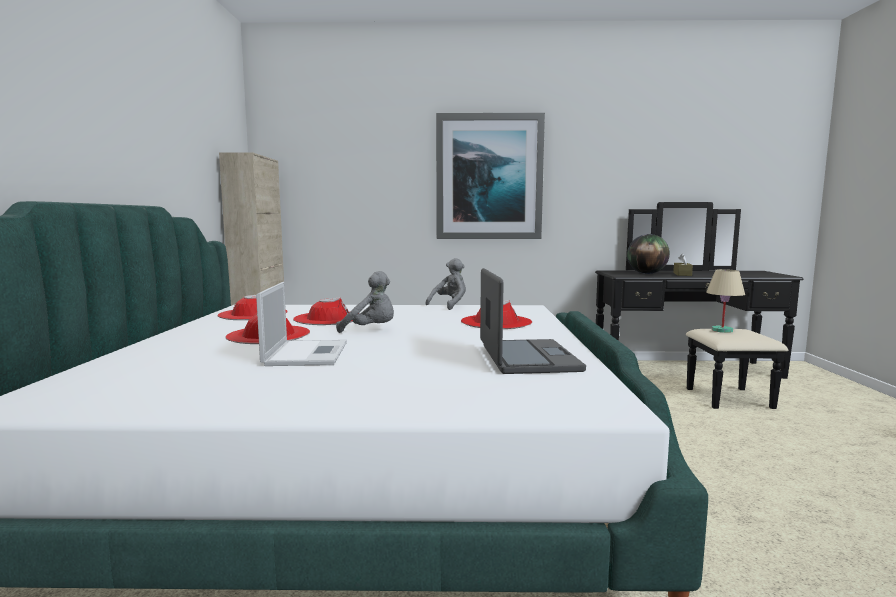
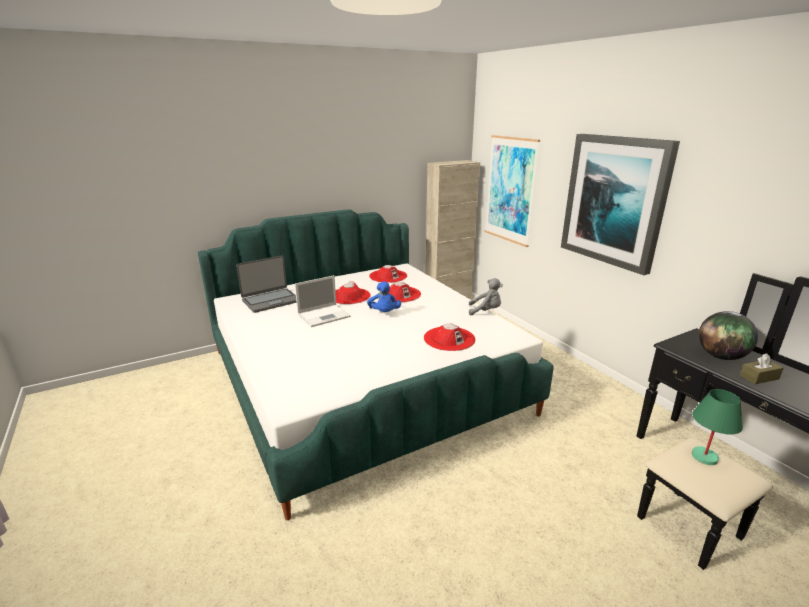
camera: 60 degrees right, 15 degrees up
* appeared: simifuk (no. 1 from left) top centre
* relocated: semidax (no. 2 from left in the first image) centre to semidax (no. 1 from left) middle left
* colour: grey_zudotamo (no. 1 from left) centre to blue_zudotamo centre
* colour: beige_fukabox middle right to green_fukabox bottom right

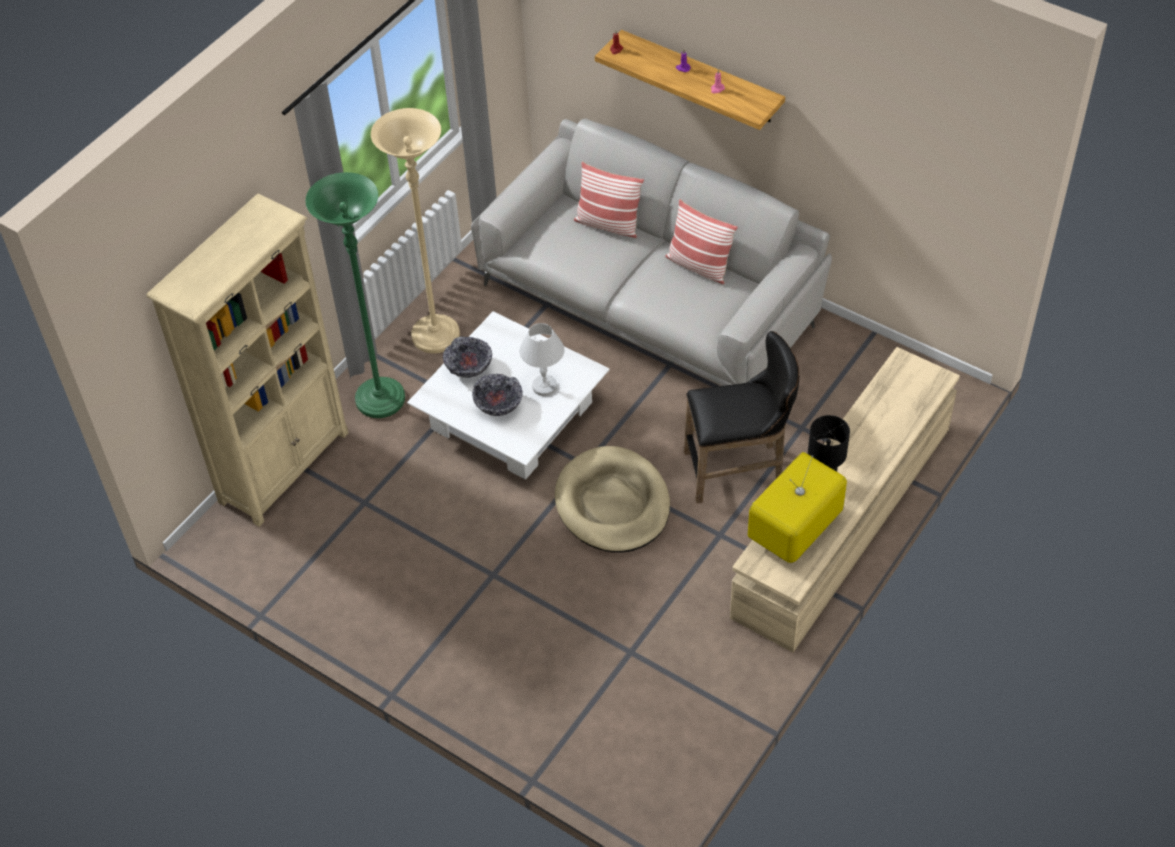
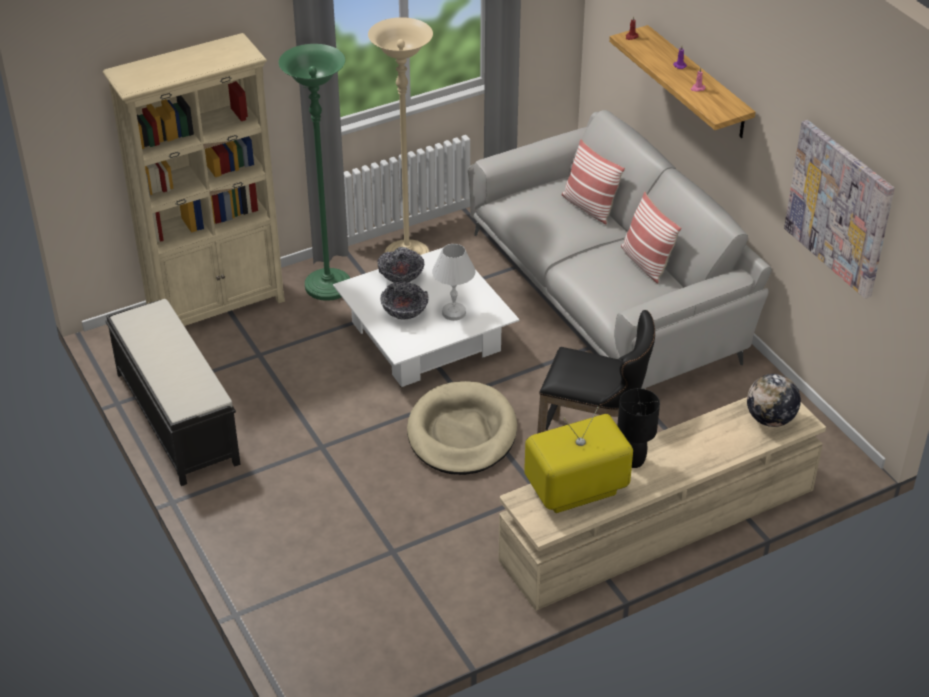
camera: 25 degrees right, 10 degrees down
* appeared: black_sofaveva middle left
* appeared: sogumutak middle right
* appeared: simifuk top right

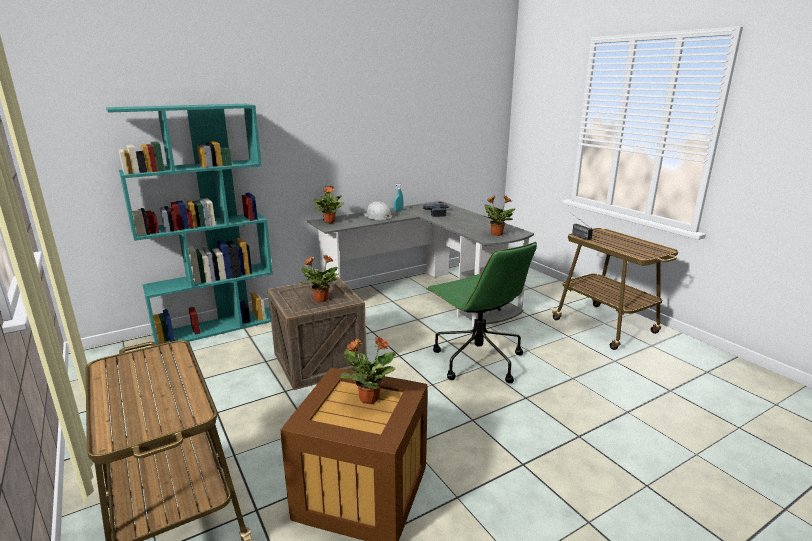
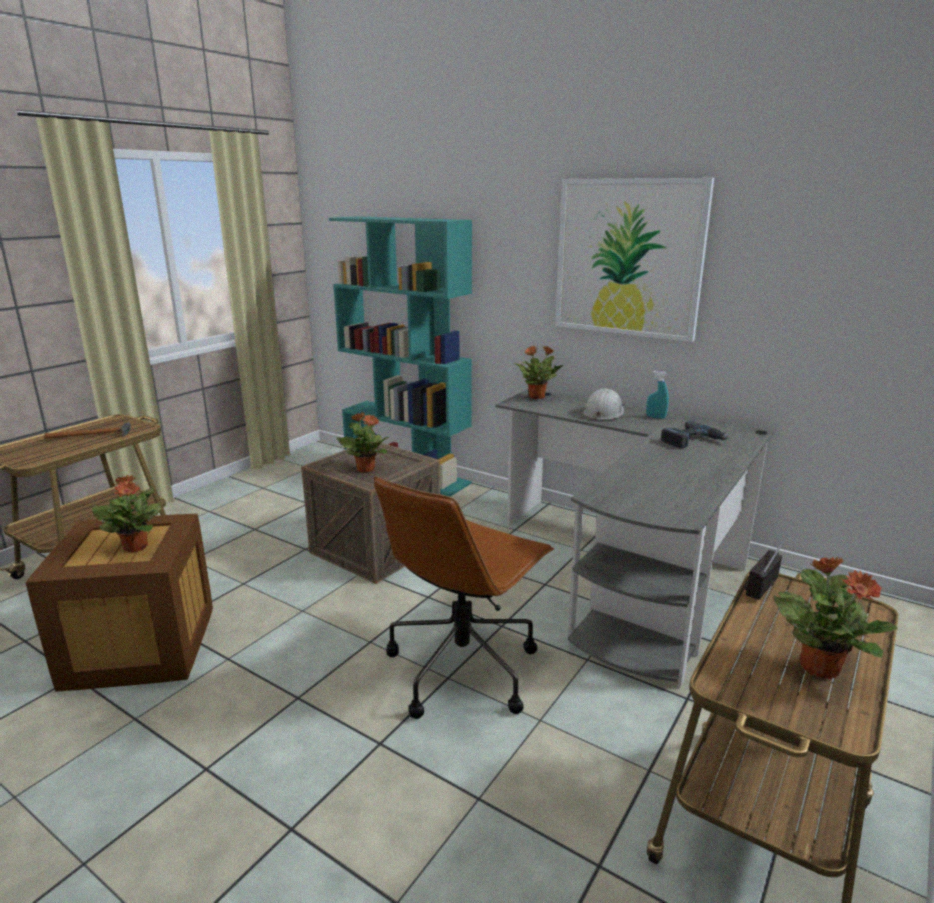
camera: 65 degrees right, 0 degrees up
* appeared: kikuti middle left
* appeared: simifuk top right
* relocated: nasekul (no. 4 from left) centre to bottom right
* colour: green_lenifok centre to brown_lenifok centre

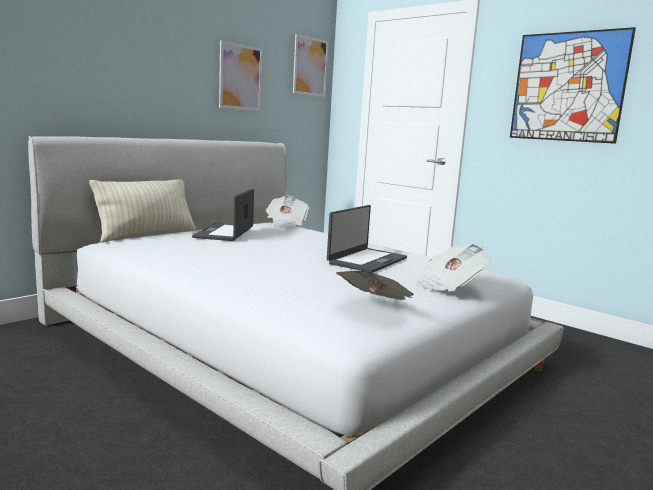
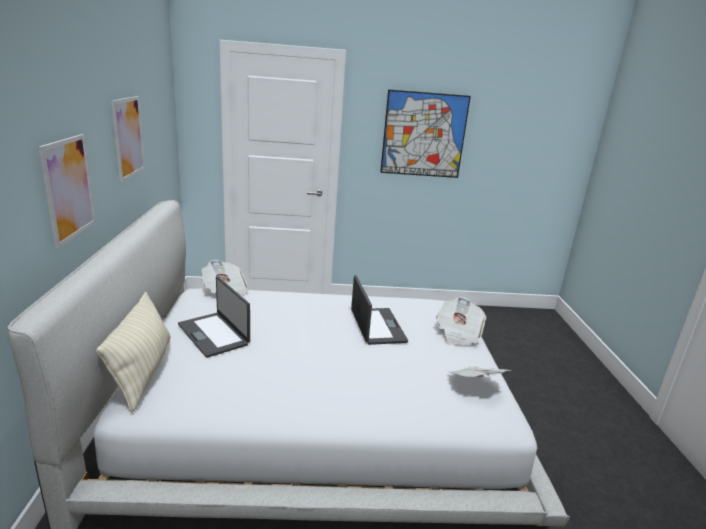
camera: 45 degrees left, 10 degrees up
* relocated: simifuk (no. 2 from left in the first image) top centre to simifuk (no. 1 from left) middle left

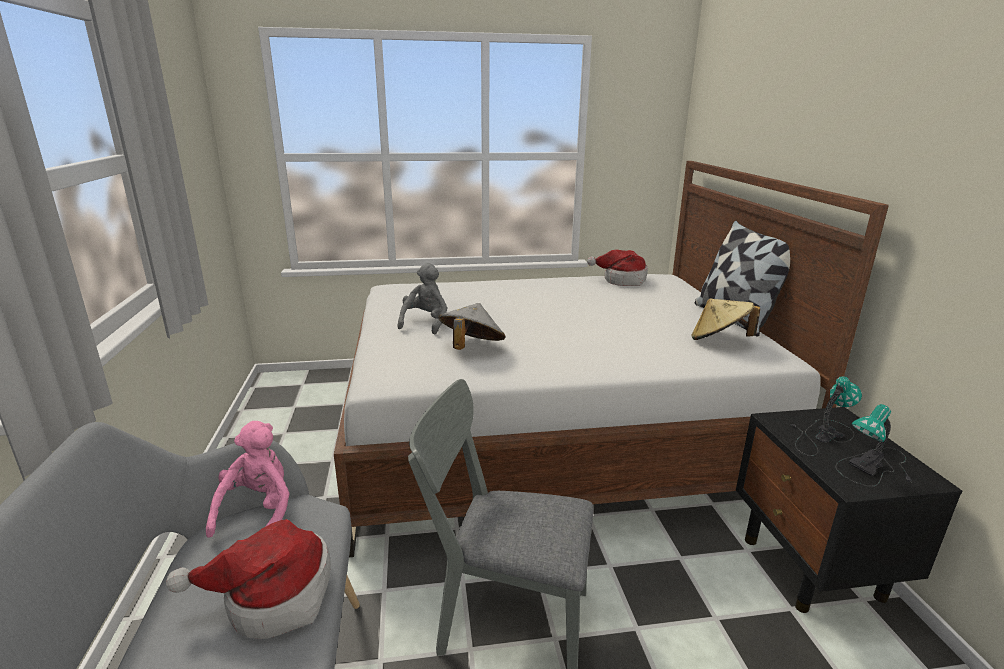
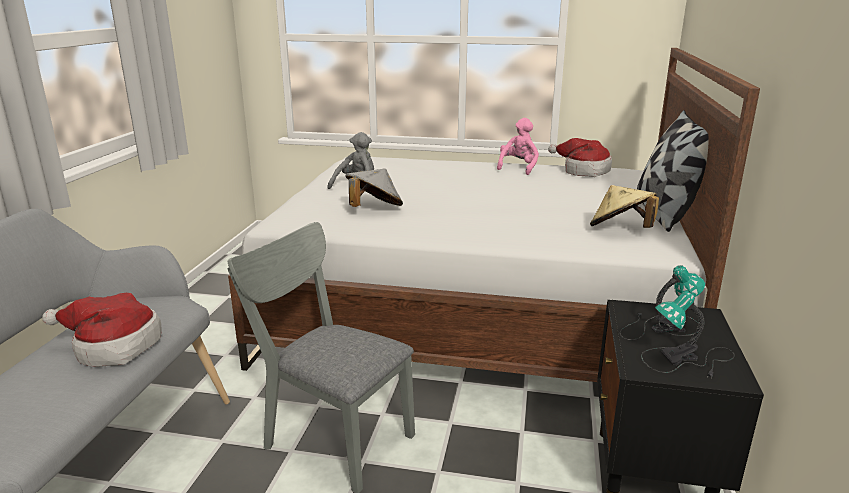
camera: 20 degrees right, 0 degrees up
* relocated: pink_zudotamo bottom left to top centre

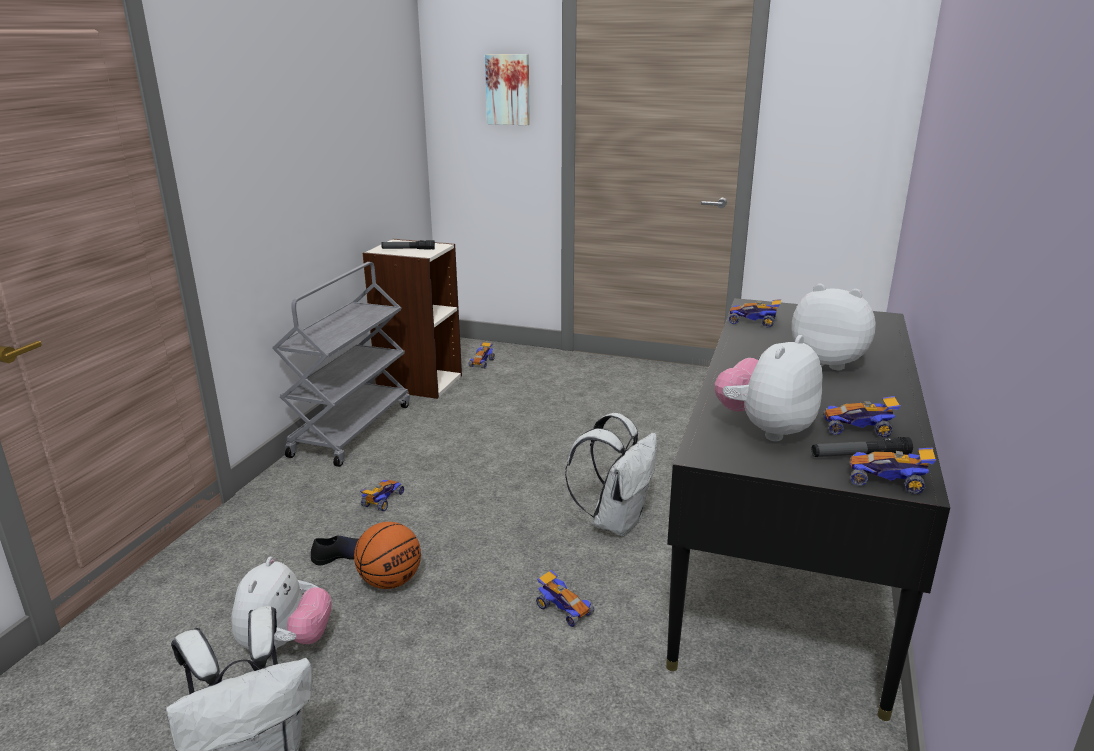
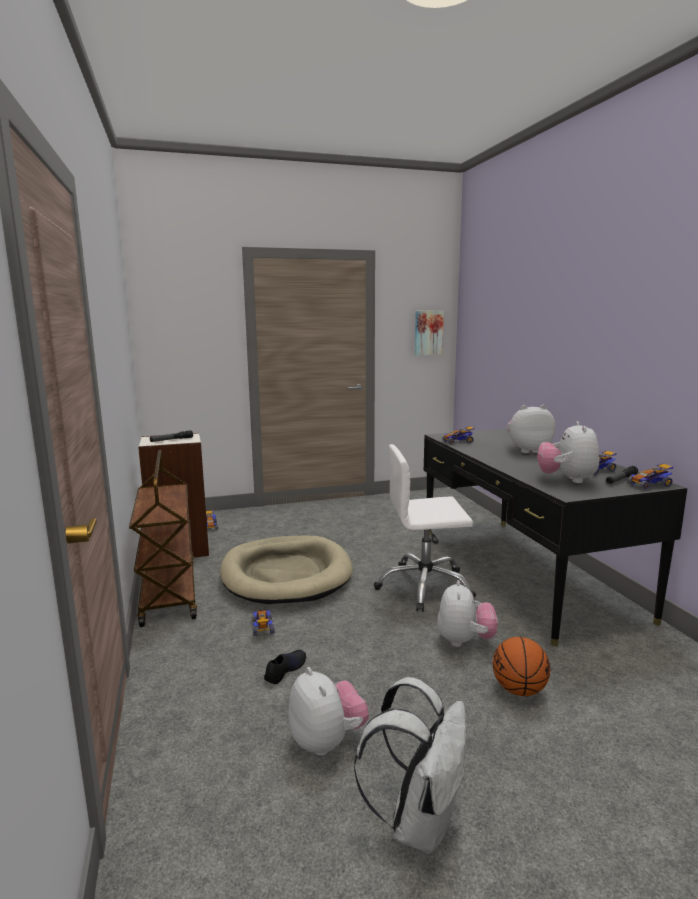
camera: 35 degrees left, 10 degrees down
* appeared: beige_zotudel centre
* relocated: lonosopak bottom centre to bottom right
* relocated: simifuk top centre to centre
* exchanged: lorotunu (no. 3 from left) bottom centre to zudotamo (no. 2 from left) bottom right
* exchanged: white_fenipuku (no. 2 from left) centre to white_lenifok centre
* colour: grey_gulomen middle left to brown_gulomen middle left

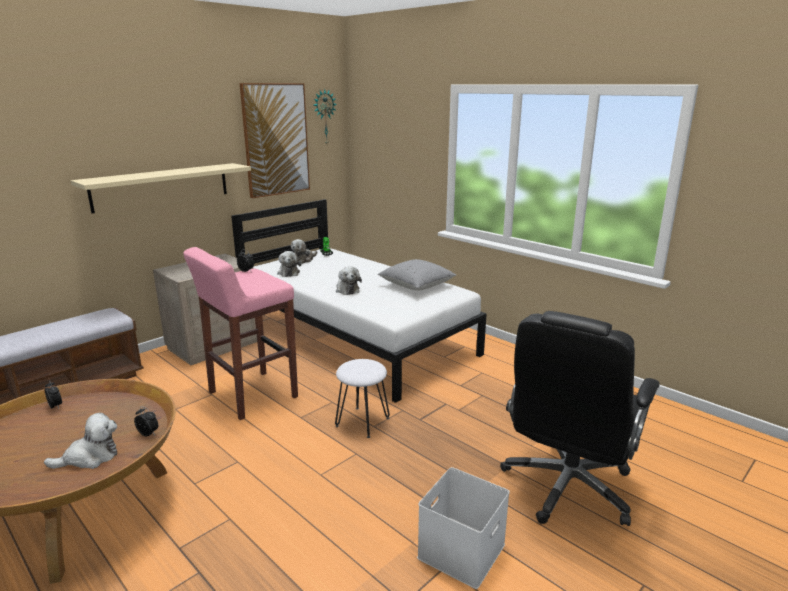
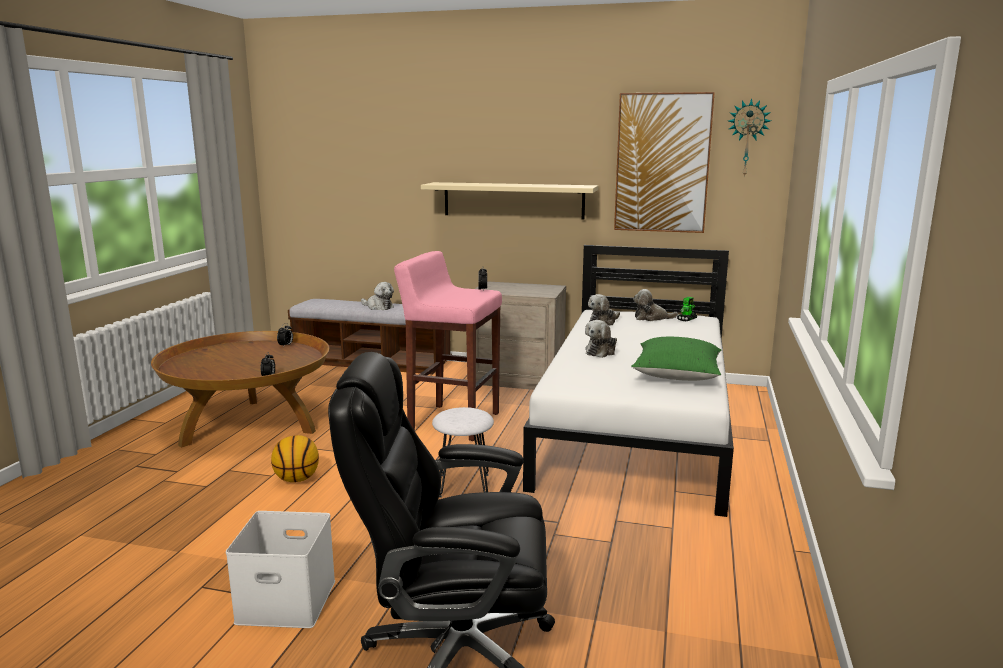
camera: 60 degrees right, 5 degrees down
* appeared: lonosopak bottom left
* relocated: zudotamo (no. 1 from left) bottom left to centre
* colour: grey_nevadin centre to green_nevadin middle right

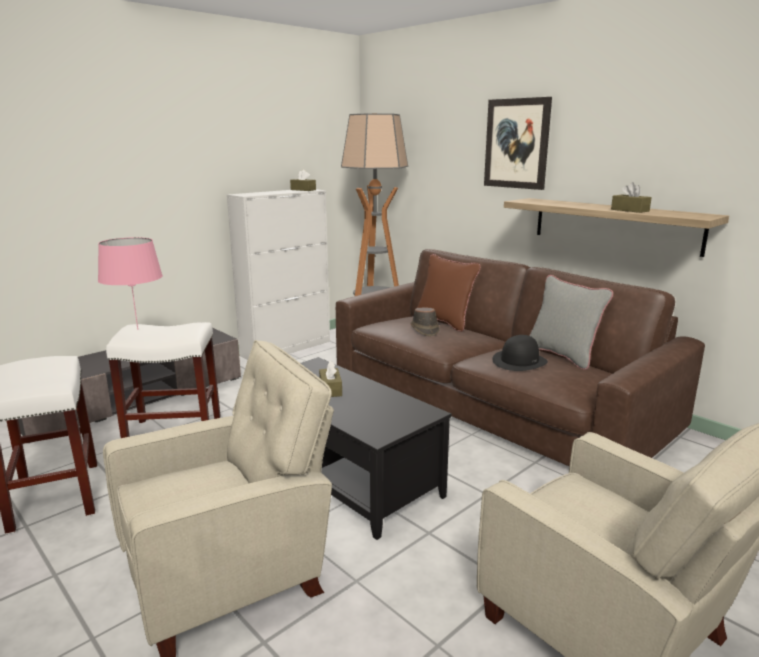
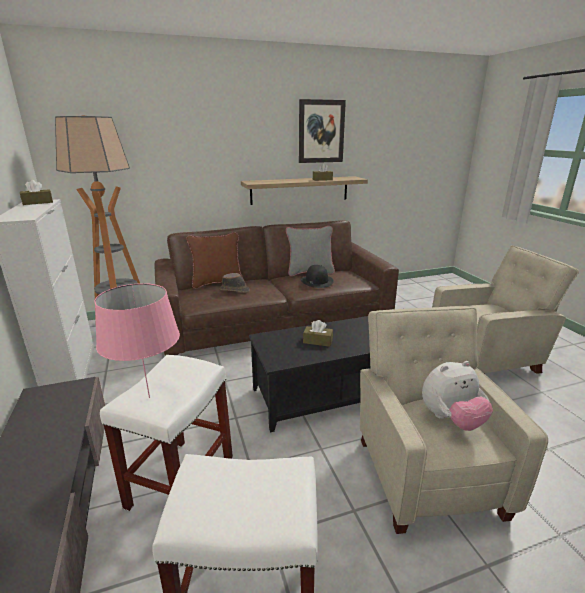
camera: 65 degrees left, 5 degrees up
* appeared: zudotamo bottom right
* relocated: simifuk top right to top centre

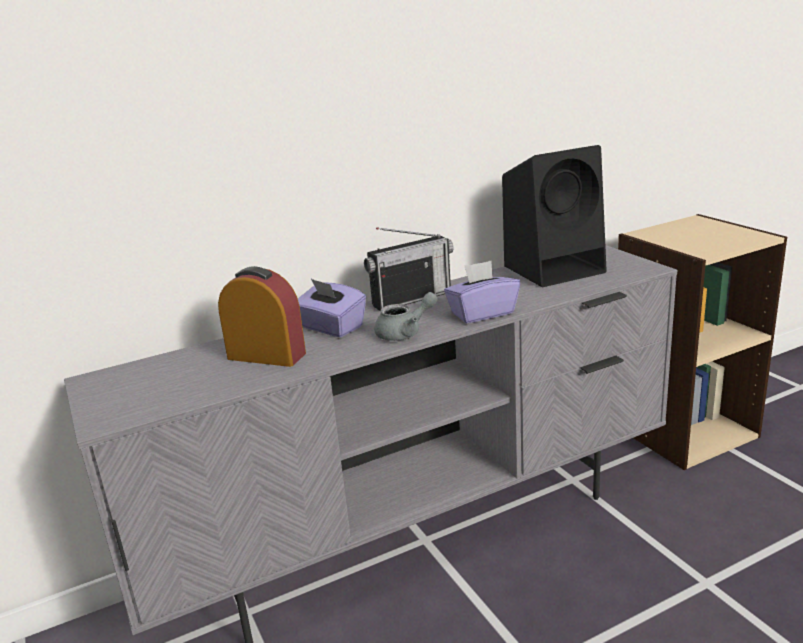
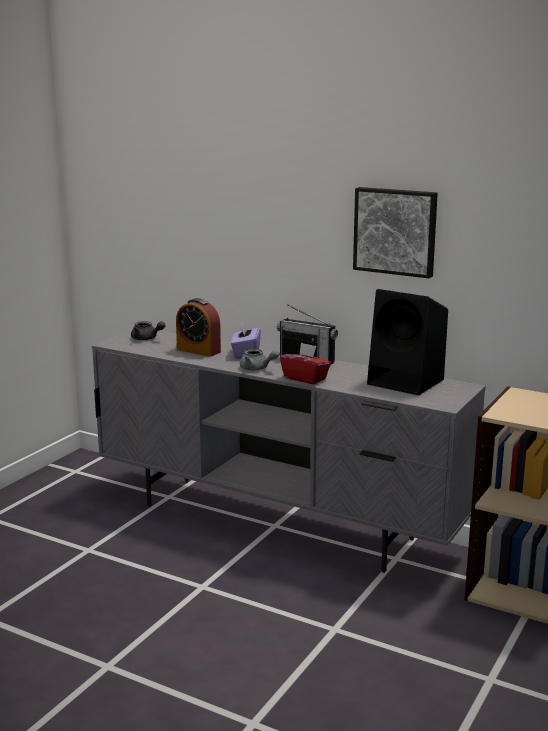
camera: 55 degrees right, 5 degrees down
* appeared: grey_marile (no. 1 from left) middle left
* appeared: simifuk top right
* colour: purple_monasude (no. 2 from left) centre to red_monasude centre
* spun: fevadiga middle left = centre 135 degrees clockwise

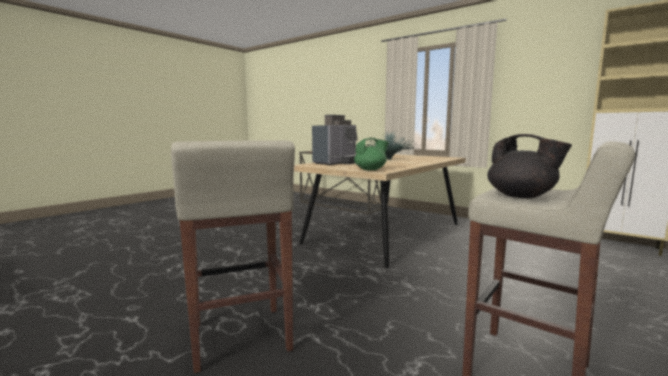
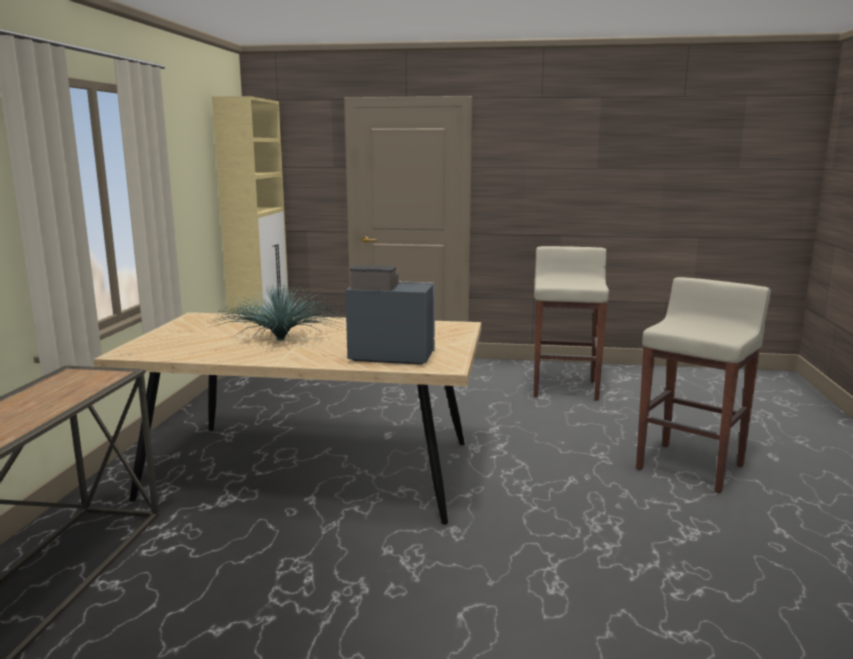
camera: 120 degrees left, 5 degrees up
* missing: green_marile centre
* missing: black_marile middle right

